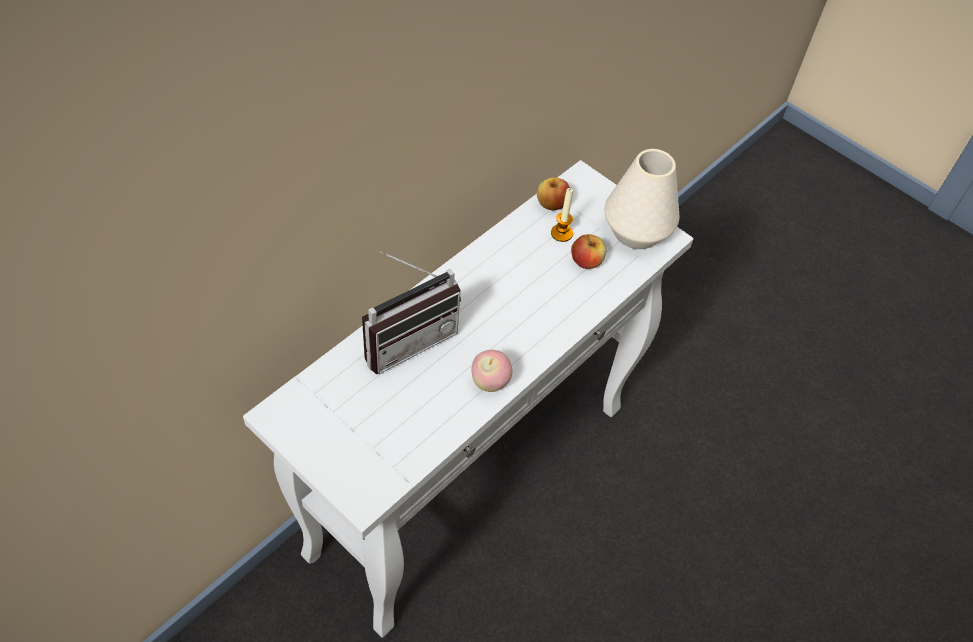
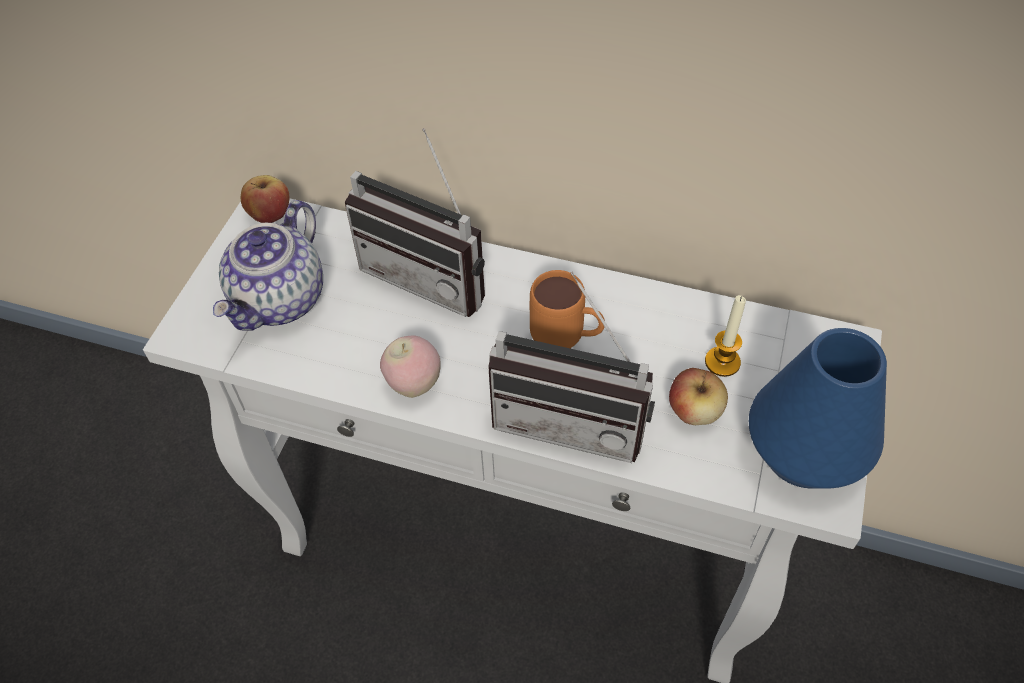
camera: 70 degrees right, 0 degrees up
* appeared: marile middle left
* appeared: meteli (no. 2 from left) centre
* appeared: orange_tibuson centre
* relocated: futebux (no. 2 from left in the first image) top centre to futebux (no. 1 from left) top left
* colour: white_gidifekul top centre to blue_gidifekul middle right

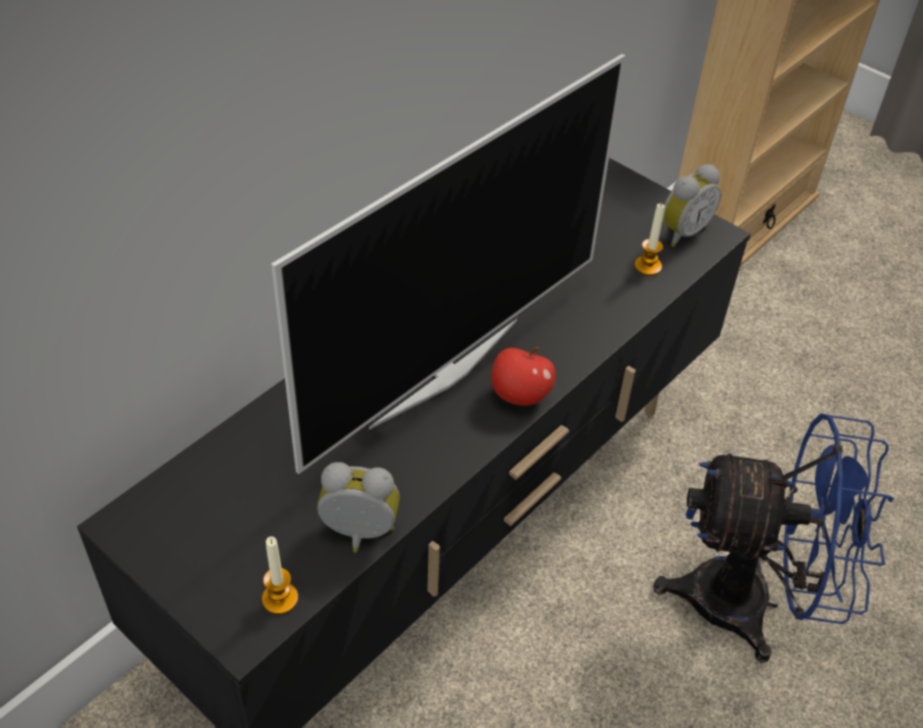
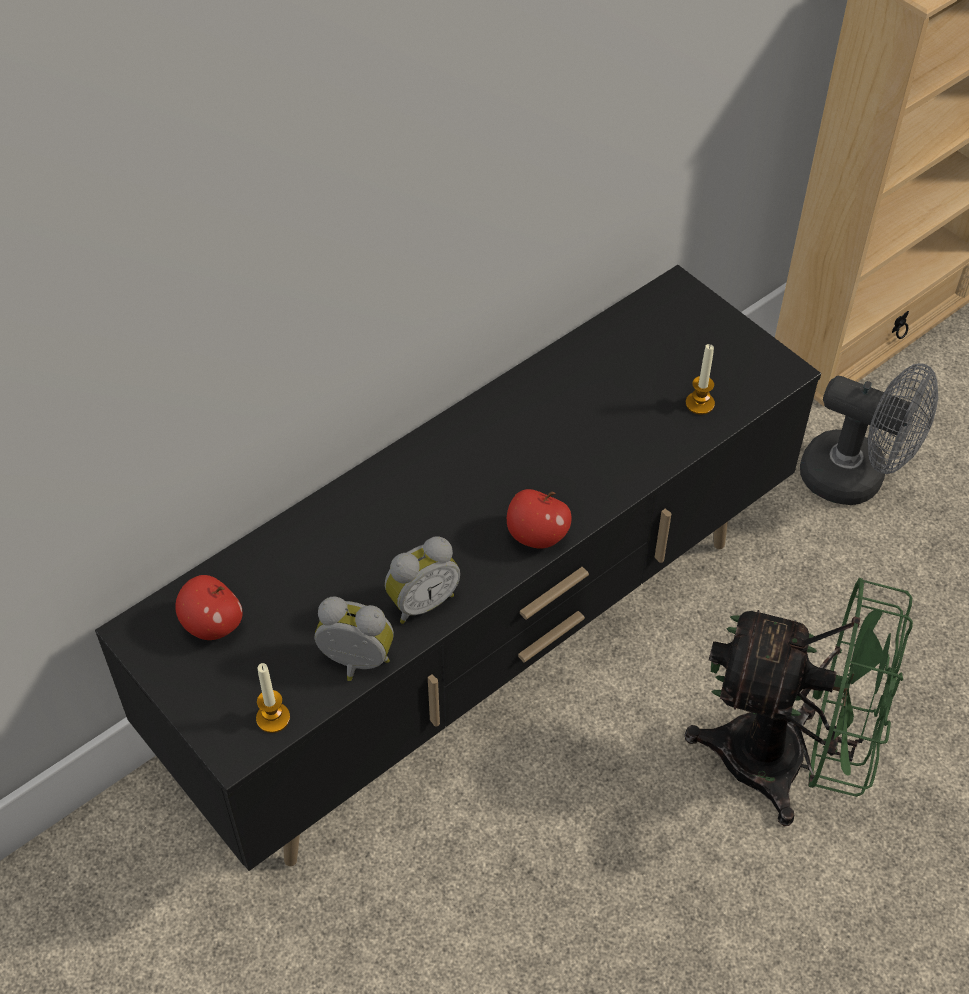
camera: 10 degrees right, 5 degrees up
* missing: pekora centre
* appeared: futebux (no. 1 from left) middle left
* appeared: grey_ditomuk middle right
* relocated: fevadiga (no. 2 from left) top right to centre
* colour: blue_ditomuk bottom right to green_ditomuk bottom right

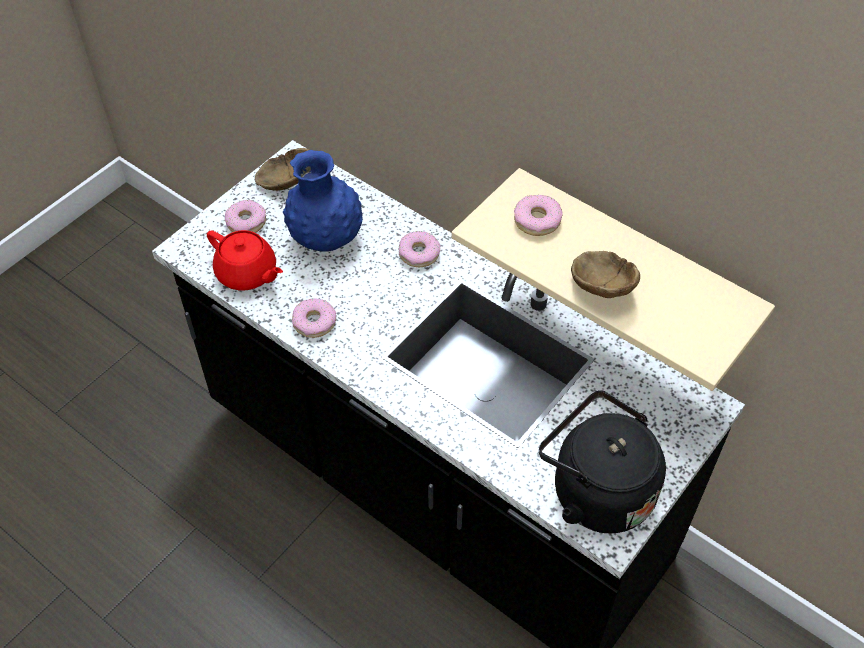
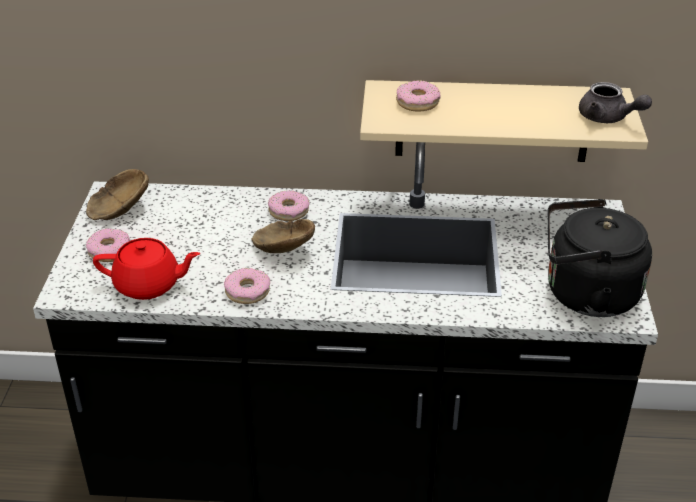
camera: 35 degrees left, 15 degrees down
* missing: blue_gidifekul top centre
* appeared: grey_marile top right
* relocated: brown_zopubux (no. 2 from left) middle right to centre

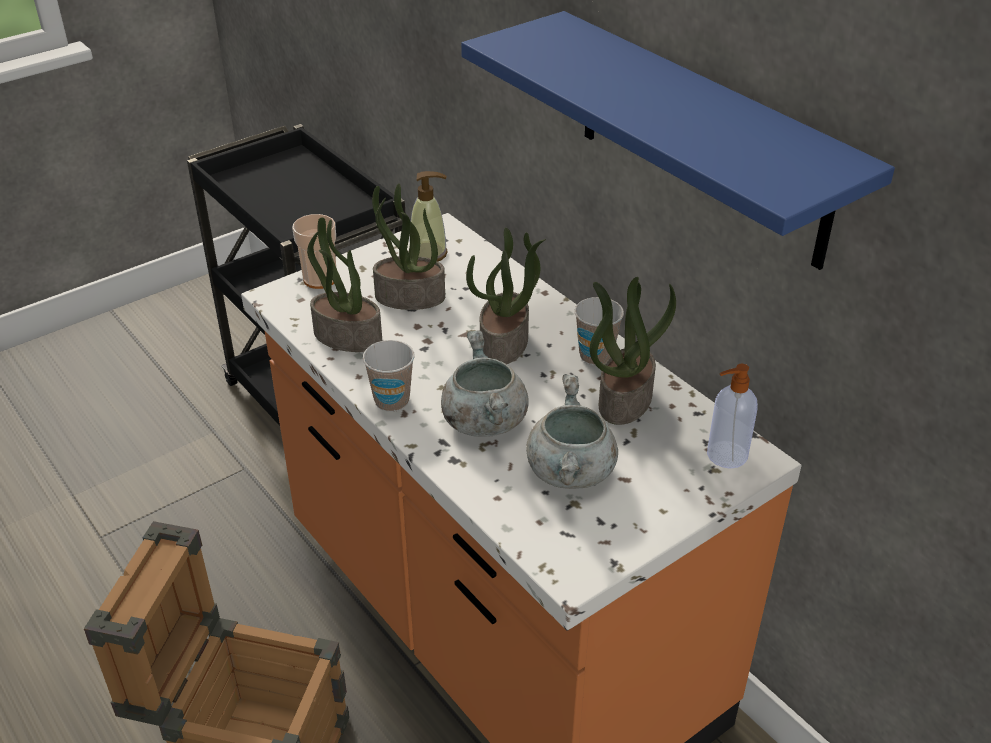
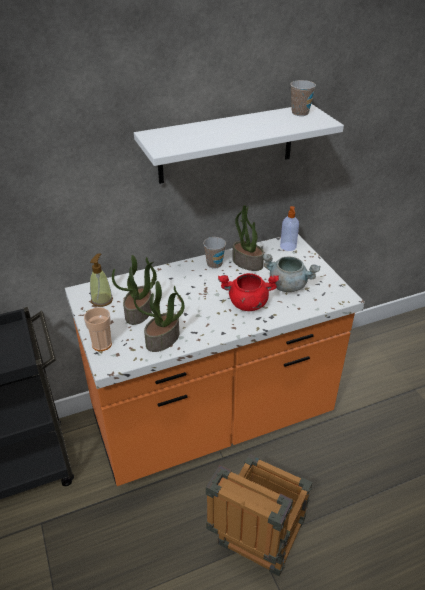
camera: 75 degrees left, 0 degrees up
* missing: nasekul (no. 3 from left) centre
* relocated: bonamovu (no. 2 from left in the first image) centre to bonamovu (no. 3 from left) top right
* colour: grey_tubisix (no. 1 from left) centre to red_tubisix centre
* colour: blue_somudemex top right to white_somudemex top centre

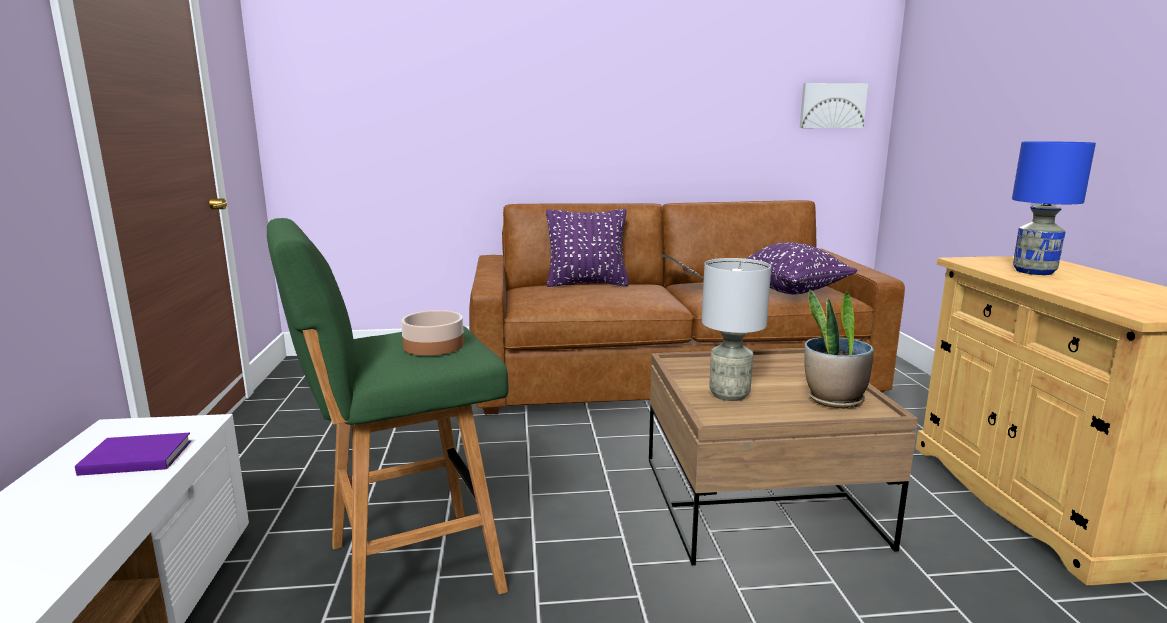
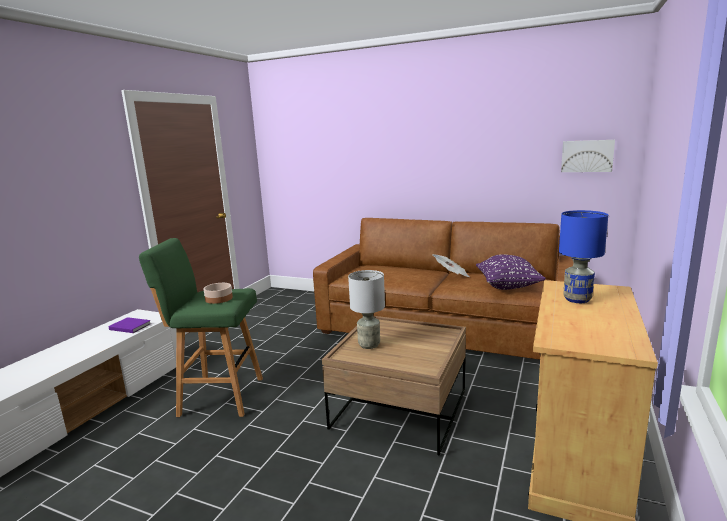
camera: 30 degrees right, 0 degrees up
* missing: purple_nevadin (no. 1 from left) centre
* missing: nasekul middle right

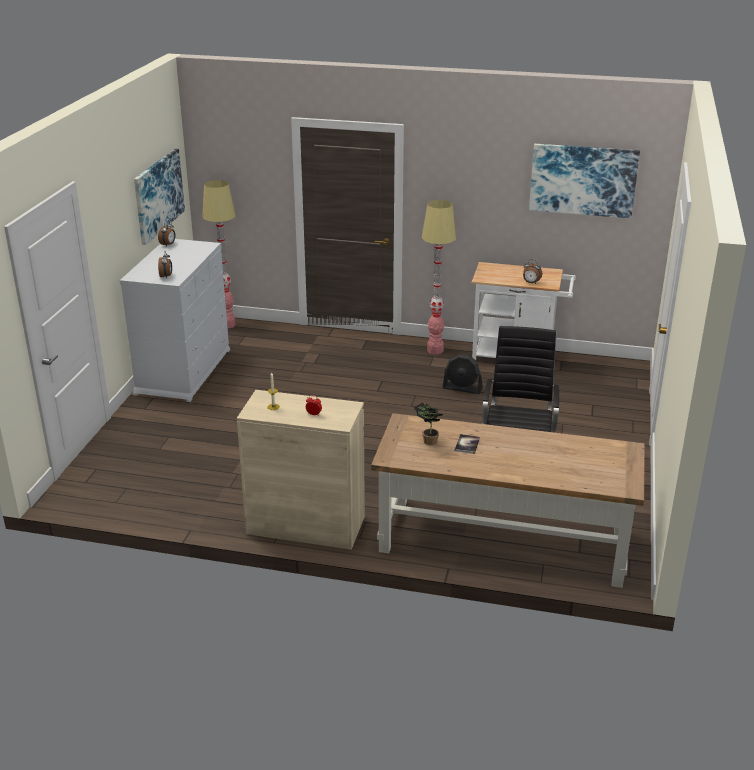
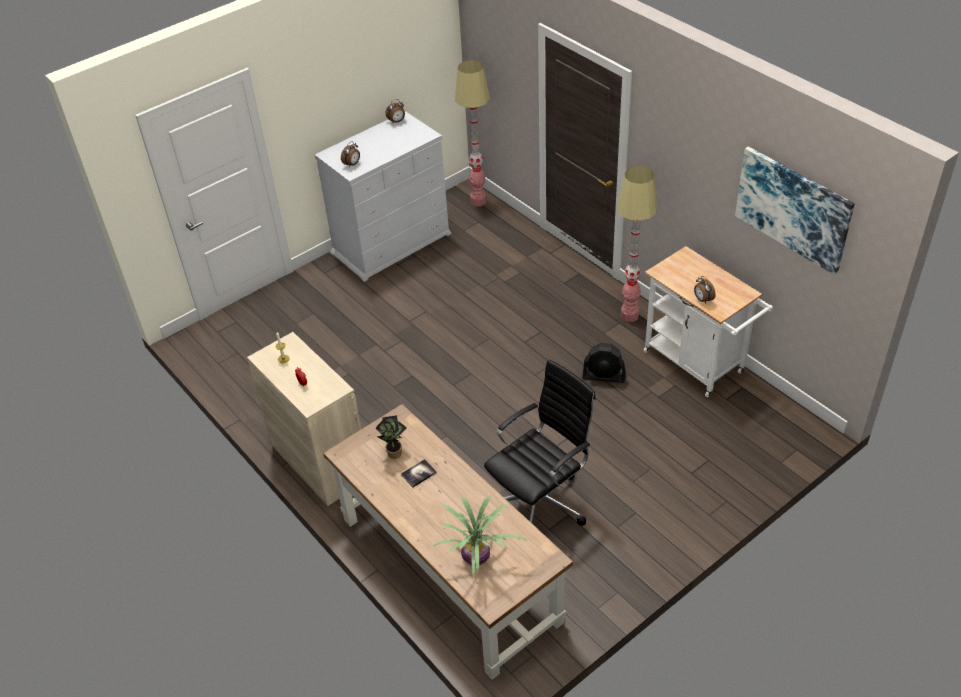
camera: 40 degrees right, 15 degrees up
* missing: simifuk (no. 1 from left) top left
* appeared: nasekul (no. 2 from left) bottom centre
* spun: black_ditomuk centre = centre 45 degrees counterclockwise

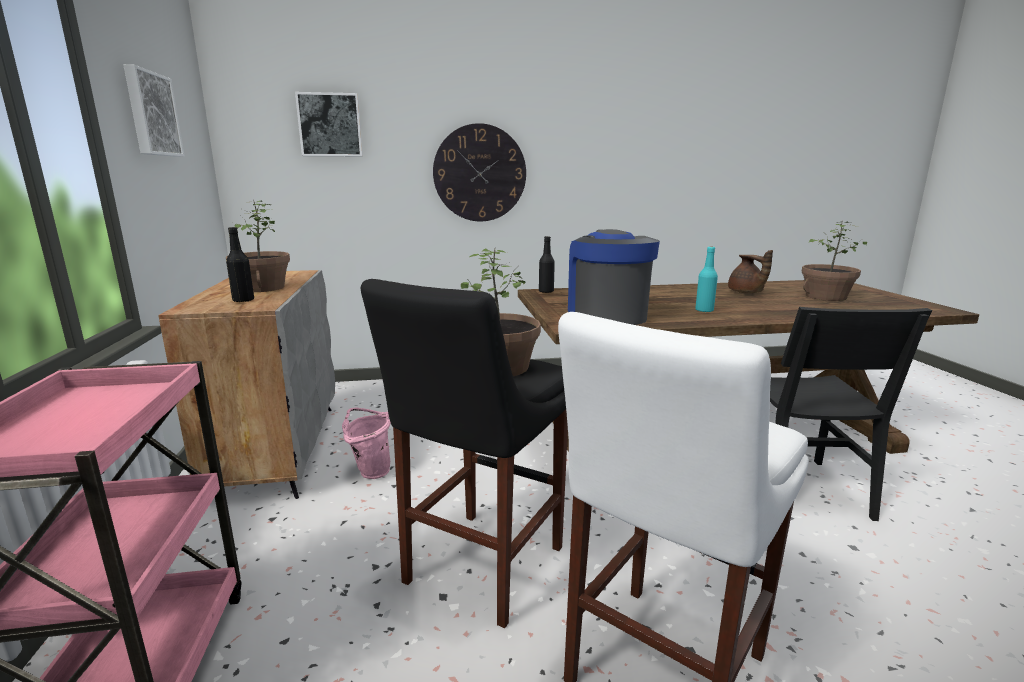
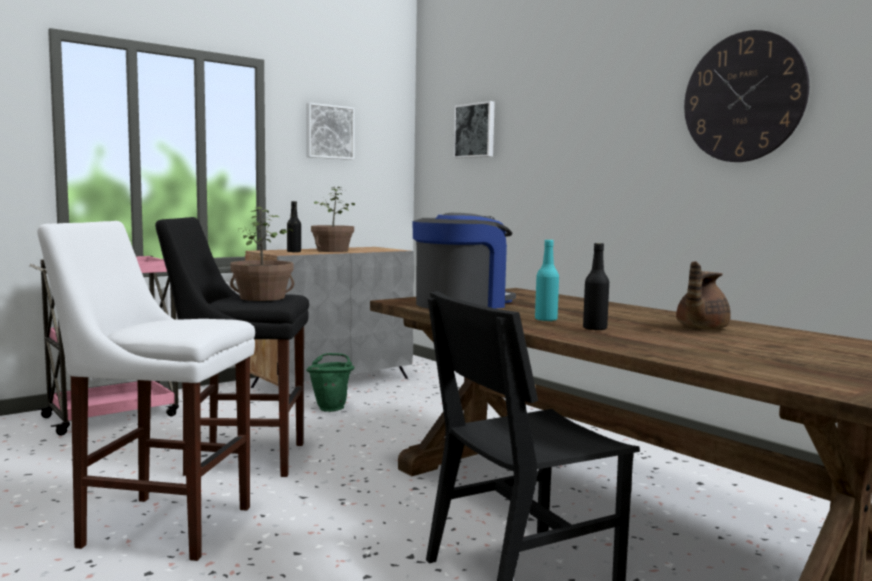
camera: 60 degrees right, 10 degrees down
* missing: nasekul (no. 3 from left) middle right
* relocated: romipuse top centre to top right
* relocated: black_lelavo (no. 2 from left) centre to middle right
* colour: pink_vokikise centre to green_vokikise centre

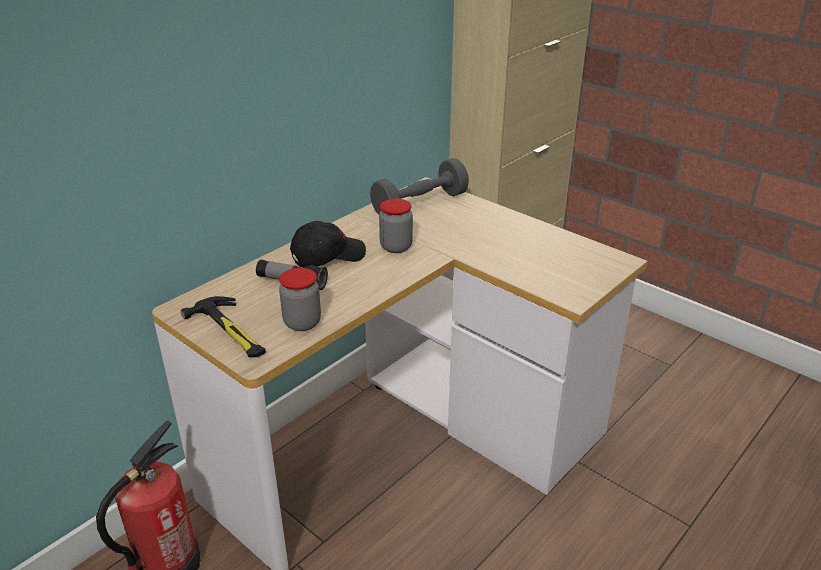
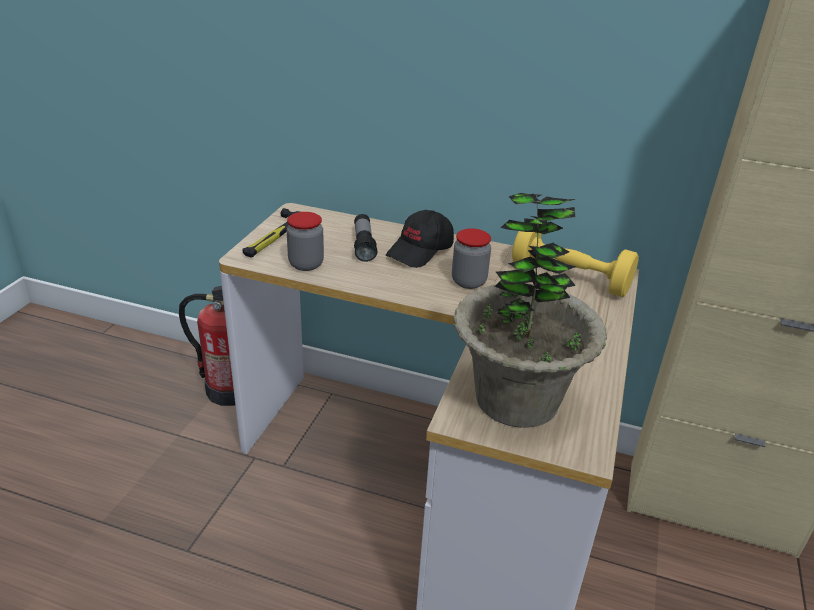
camera: 65 degrees right, 0 degrees up
* appeared: nasekul centre
* colour: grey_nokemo top centre to yellow_nokemo middle right
* spun: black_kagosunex centre = centre 90 degrees clockwise

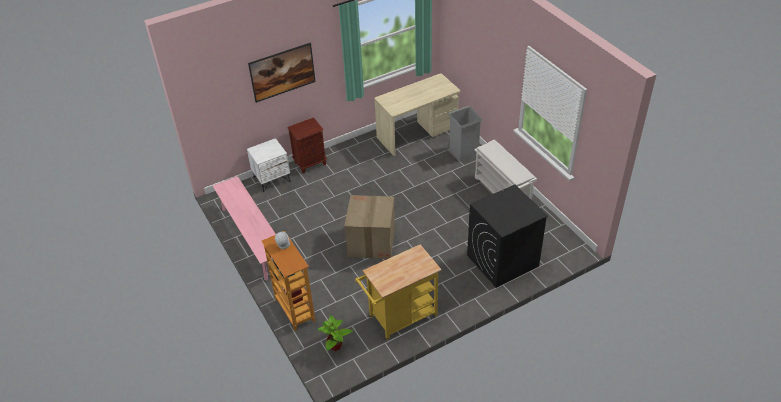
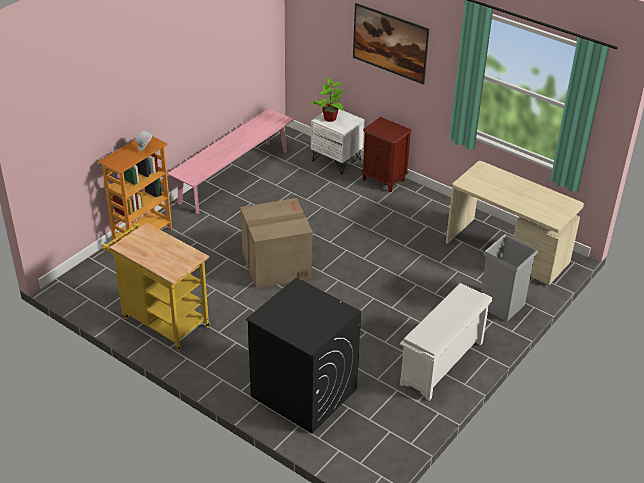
camera: 65 degrees right, 5 degrees down
* relocated: nasekul bottom centre to top centre

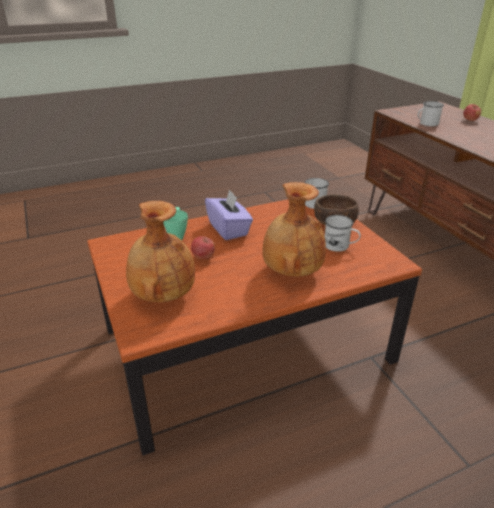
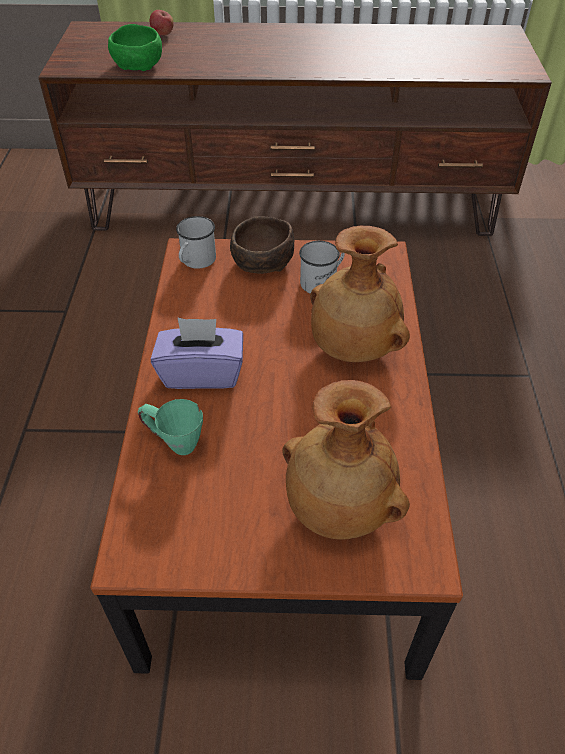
camera: 65 degrees left, 15 degrees up
* missing: futebux (no. 1 from left) centre
* exchanged: white_tibuson (no. 3 from left) top right to green_zopubux top left

